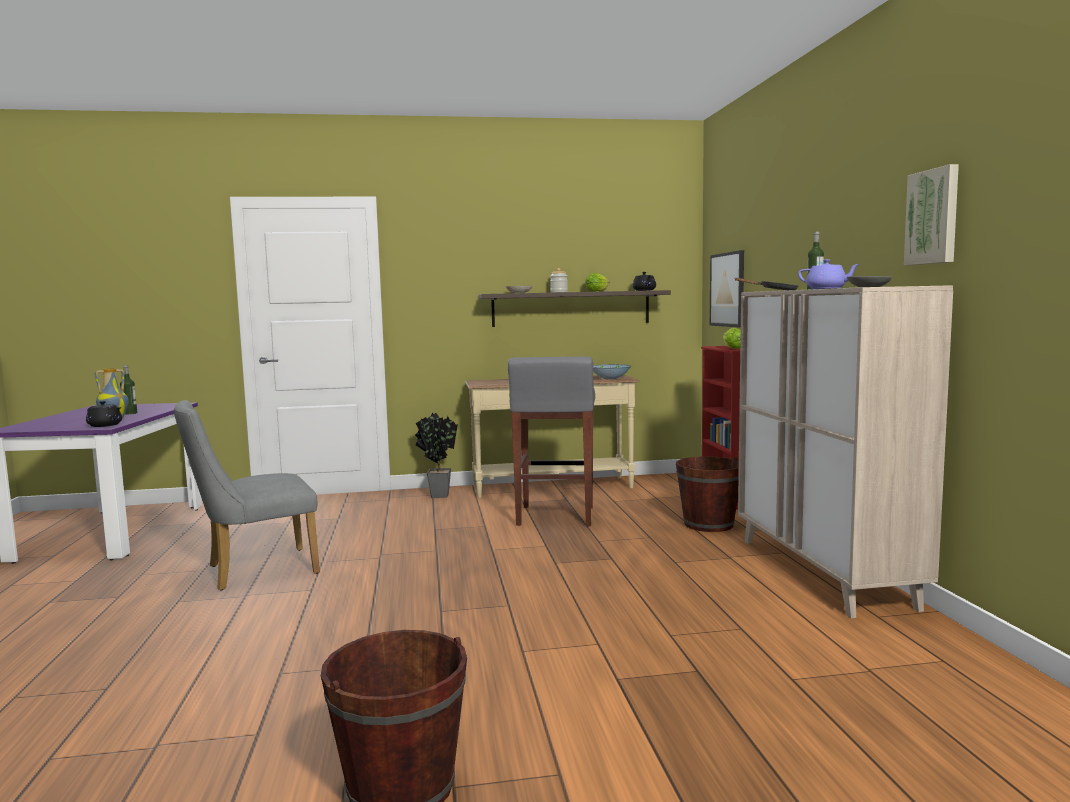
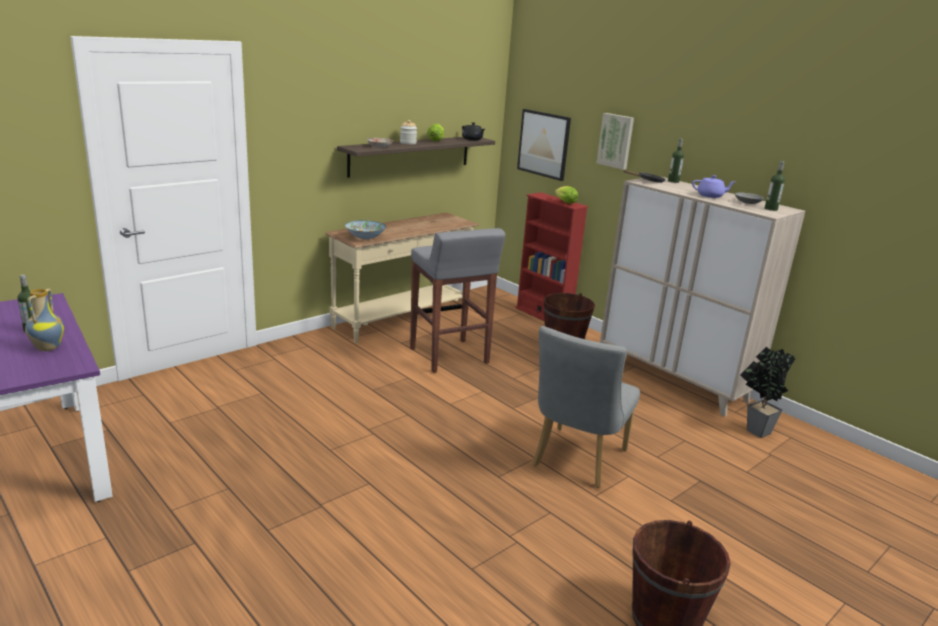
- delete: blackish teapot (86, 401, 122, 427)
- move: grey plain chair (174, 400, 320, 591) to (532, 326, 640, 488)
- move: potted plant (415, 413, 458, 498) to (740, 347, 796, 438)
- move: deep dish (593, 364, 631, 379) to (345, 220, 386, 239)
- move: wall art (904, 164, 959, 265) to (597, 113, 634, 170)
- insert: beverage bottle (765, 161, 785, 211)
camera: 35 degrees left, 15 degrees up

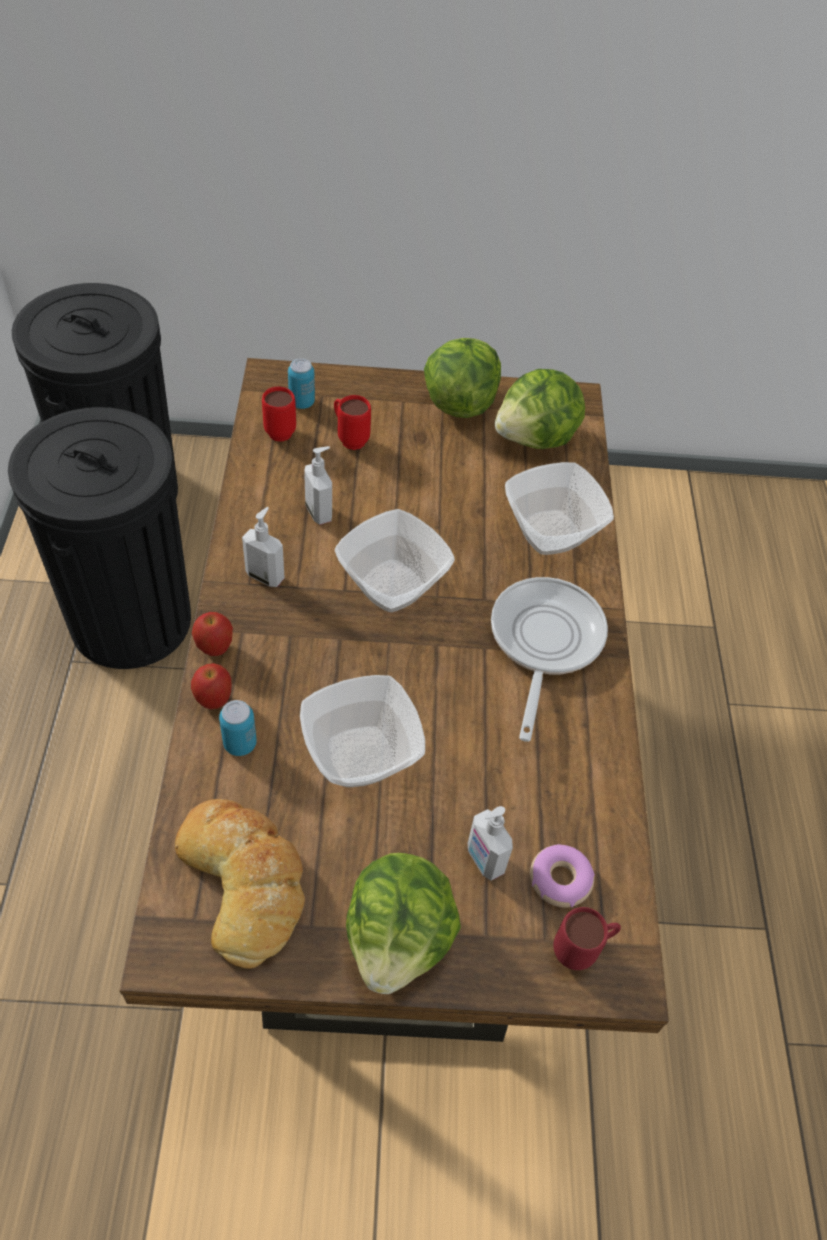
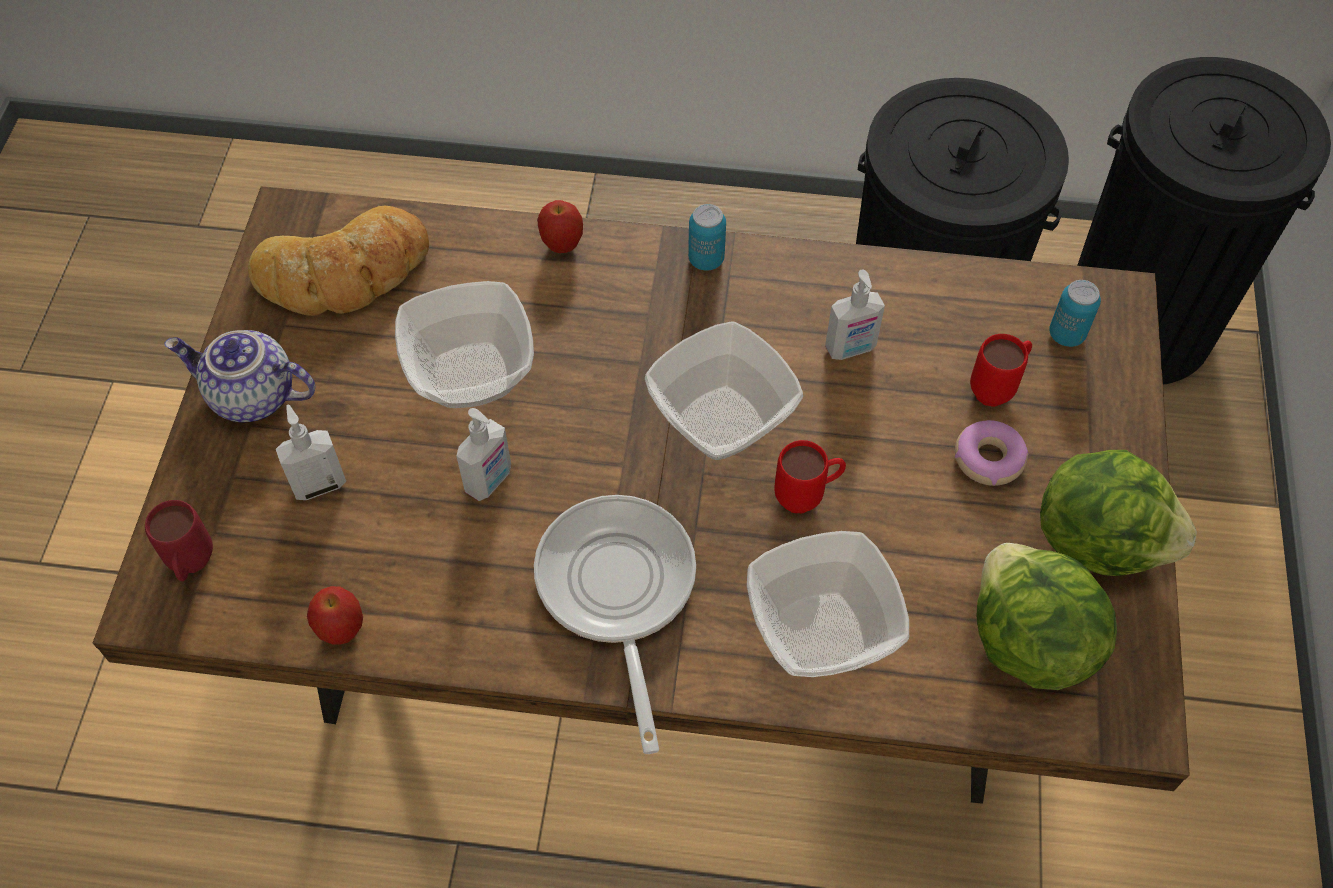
- move: whole apple (192, 612, 233, 656) to (307, 586, 363, 645)
- move: sealed can (219, 700, 257, 756) to (688, 204, 726, 271)
- move: liquid soap bottle (242, 507, 285, 587) to (456, 408, 511, 501)
- move: reddish coffee mug (262, 387, 296, 442) to (774, 440, 846, 513)
- replace: lettuce head (346, 853, 461, 994) to teapot (165, 330, 316, 422)
- rotate: pan (491, 577, 608, 742) = (534, 495, 696, 754) 120 degrees counterclockwise
- move: donut (530, 844, 595, 908) to (955, 420, 1029, 486)
camera: 100 degrees right, 5 degrees up

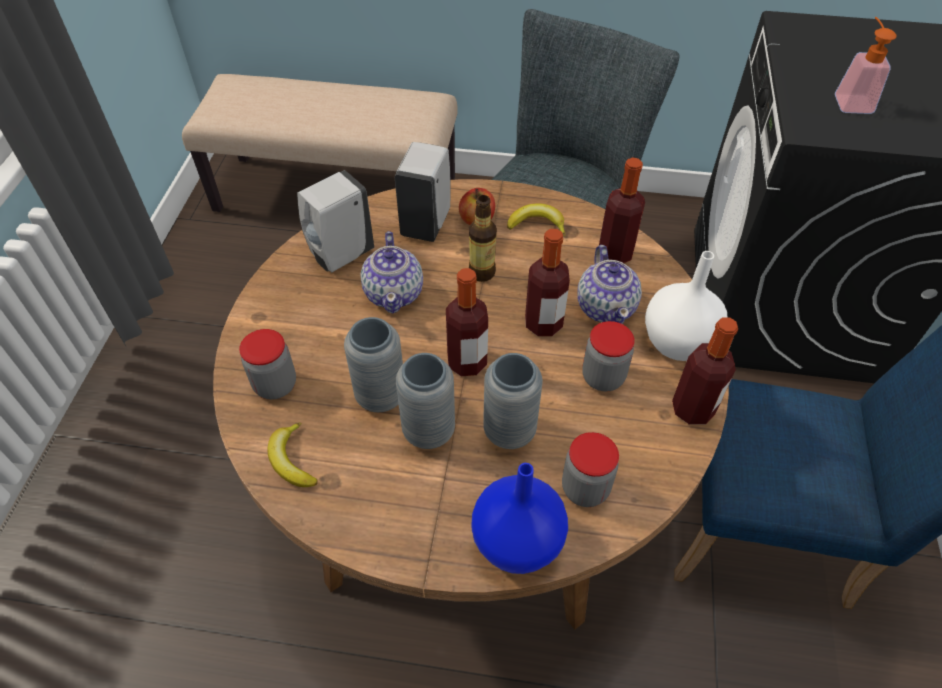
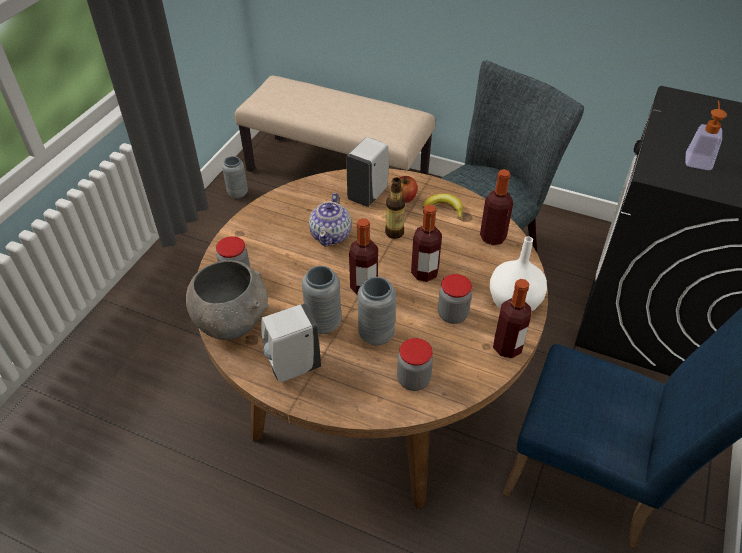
- replace: banana (268, 422, 318, 487) to grey deep dish (186, 260, 269, 340)
- move: whitish liquid soap bottle (297, 170, 374, 272) to (261, 303, 321, 383)
- move: grey decorative vase (344, 317, 403, 412) to (222, 156, 248, 199)
- delete: bluish decorative vase (471, 463, 568, 574)
- delete: teapot (578, 245, 642, 324)
camera: 15 degrees right, 5 degrees down

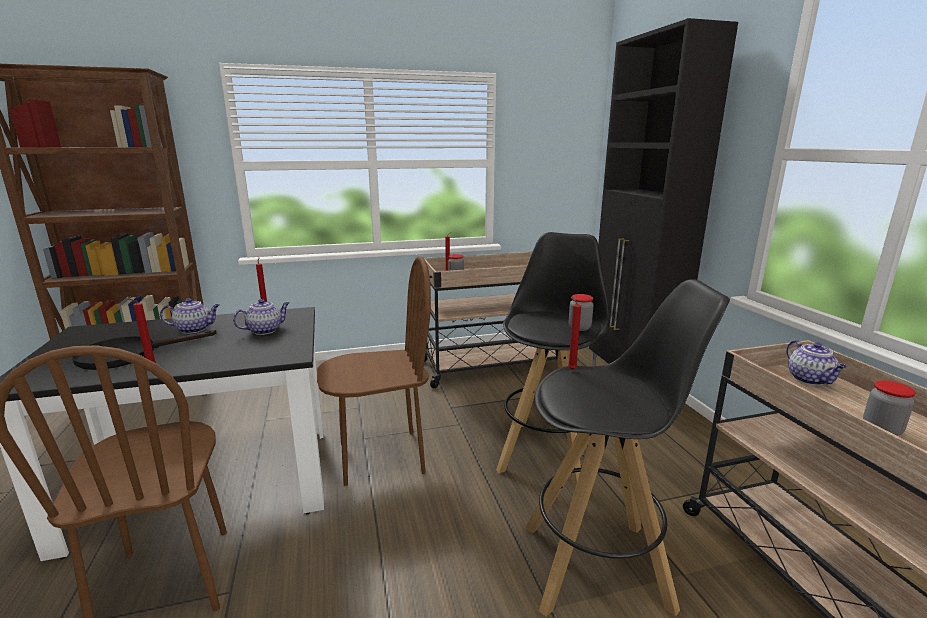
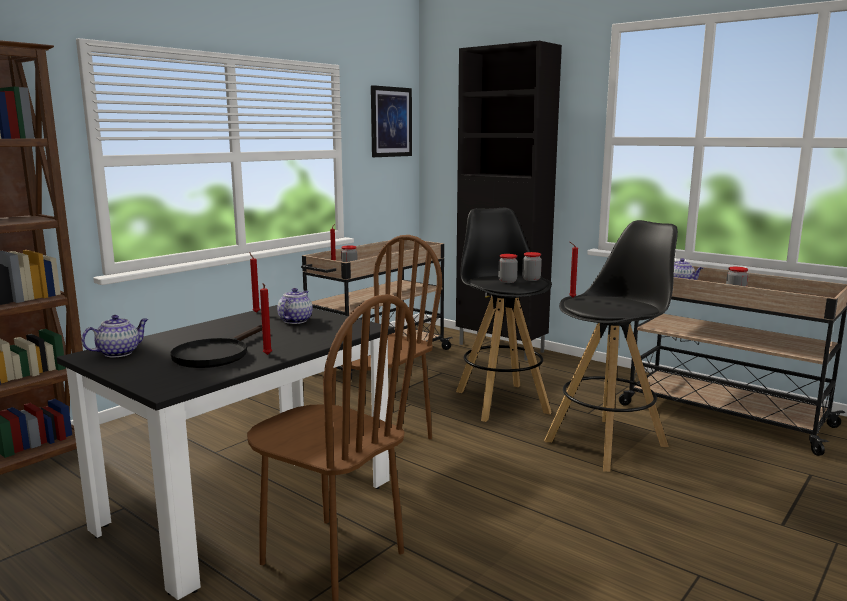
- move: teapot (160, 298, 220, 334) to (81, 315, 148, 358)
- insert: wall art (371, 85, 412, 157)
- insert: storage jar (498, 254, 518, 283)
camera: 35 degrees left, 5 degrees down

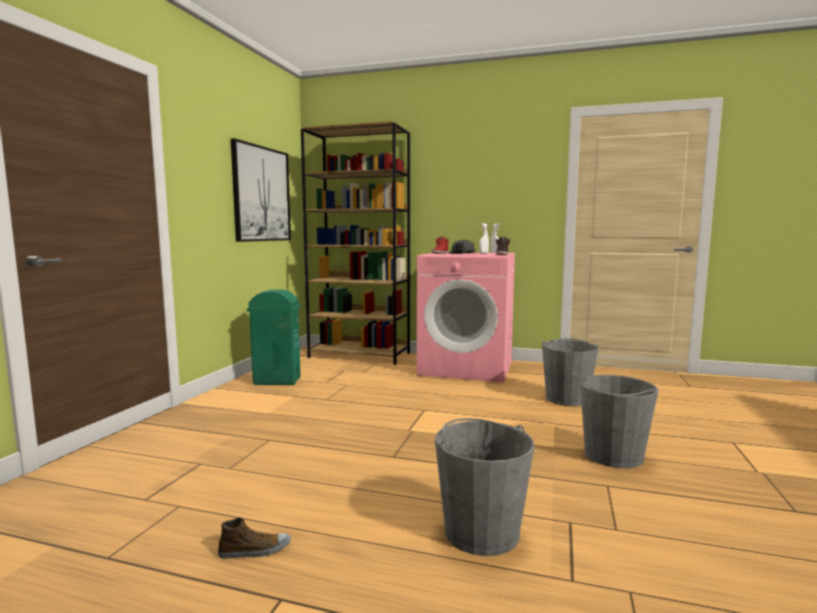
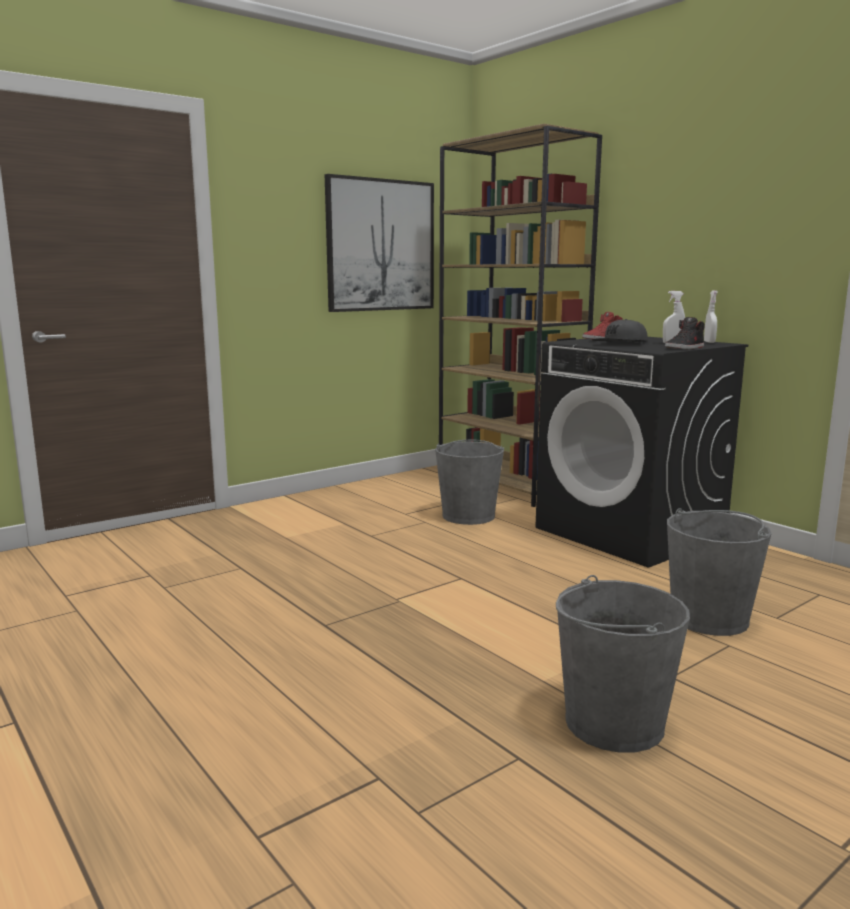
- delete: low shoe (218, 517, 291, 559)
- delete: green trash can (247, 289, 301, 385)
- recolor: pink-coloured laundry appliance (417, 252, 515, 383) to blackish laundry appliance (535, 337, 749, 568)
- move: grey bucket (435, 418, 534, 556) to (435, 439, 504, 525)
camera: 35 degrees right, 5 degrees up

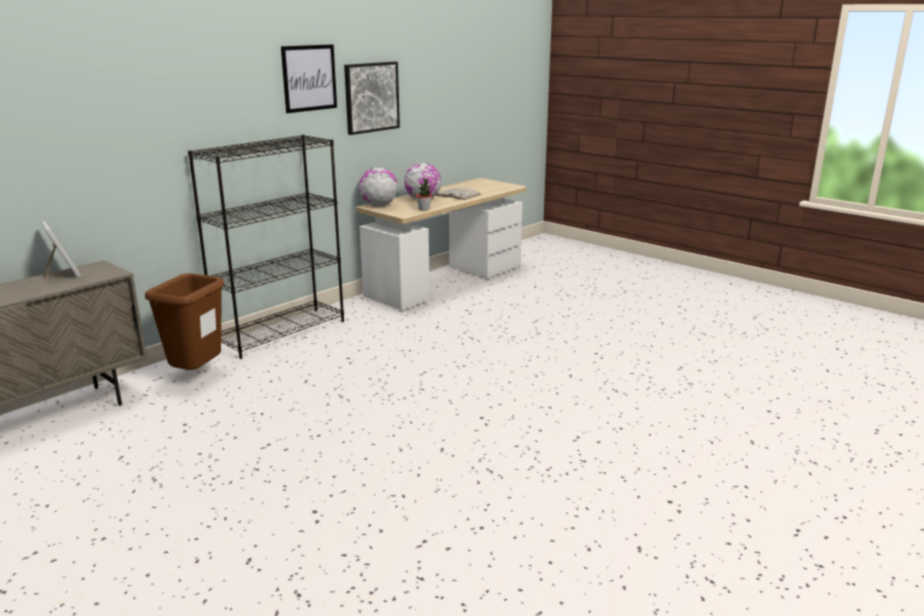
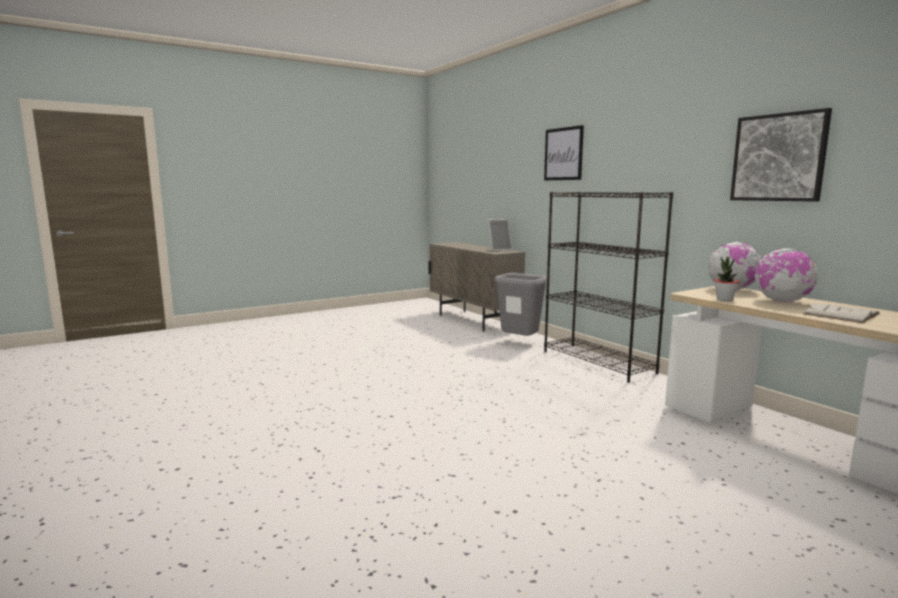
- recolor: brownish trash can (145, 273, 224, 370) to grey trash can (495, 273, 547, 336)
- move: wall art (281, 44, 337, 113) to (544, 125, 584, 180)
camera: 105 degrees right, 10 degrees down

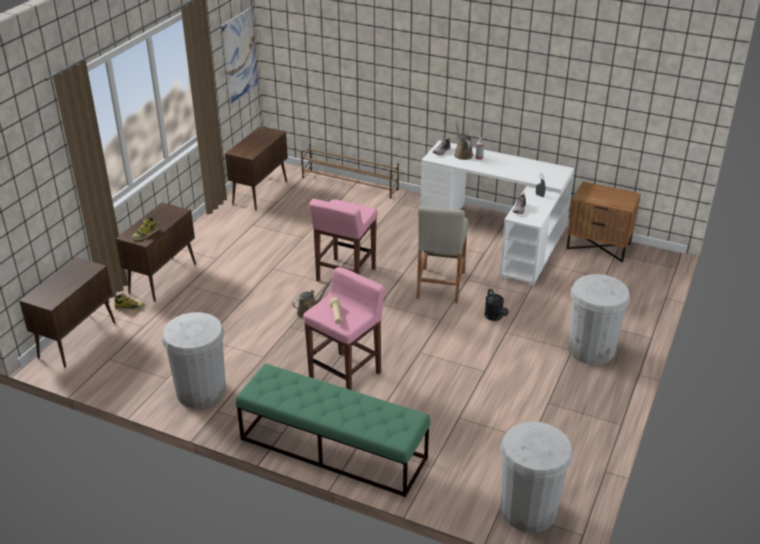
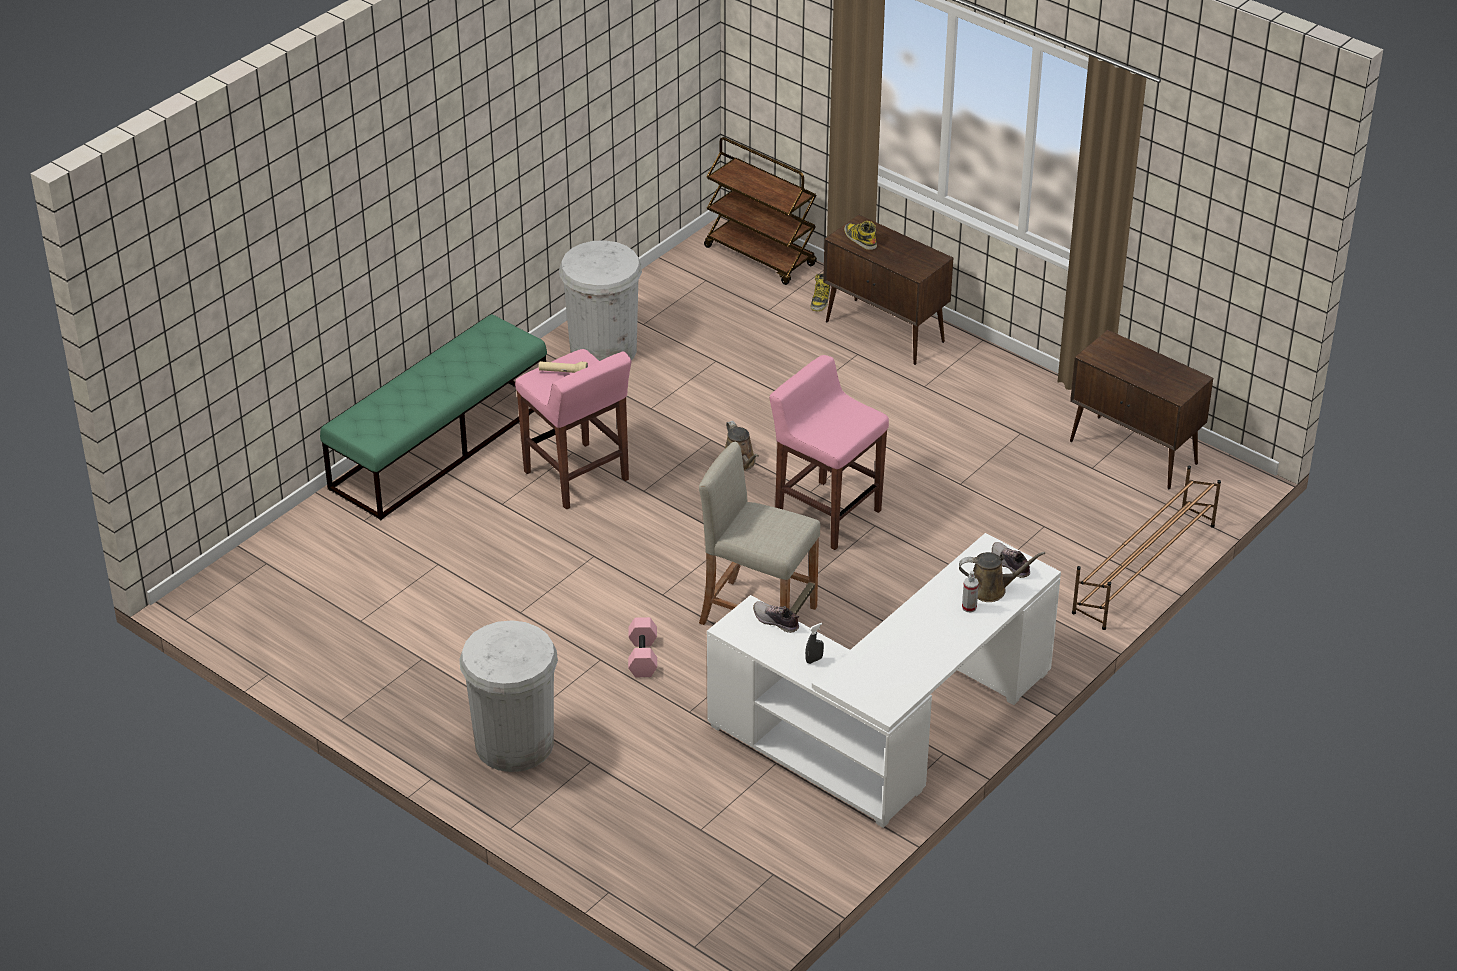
- replace: brownish storage cabinet (19, 257, 116, 368) to brownish wheeled cart (704, 137, 817, 285)
- delete: wall art (221, 7, 258, 104)
- replace: blackish sprinkling can (485, 289, 509, 321) to pink-coloured free weight (628, 617, 657, 677)
- delete: whitish trash can (500, 422, 573, 532)
- delete: brownish bedside table (566, 181, 641, 262)
camera: 105 degrees right, 5 degrees up

